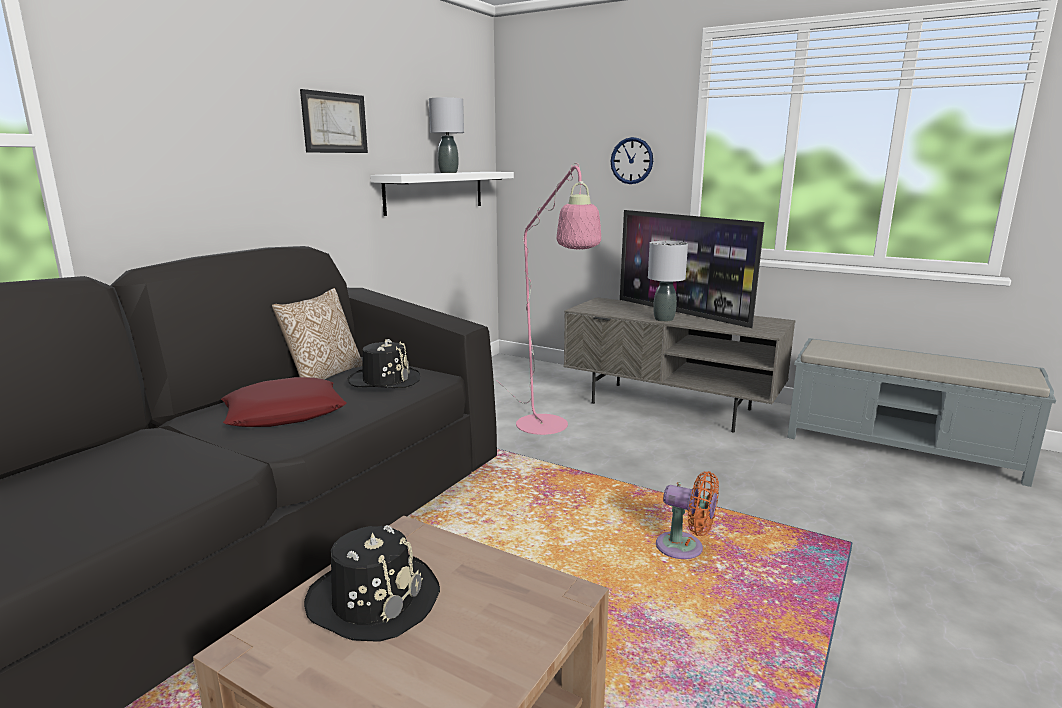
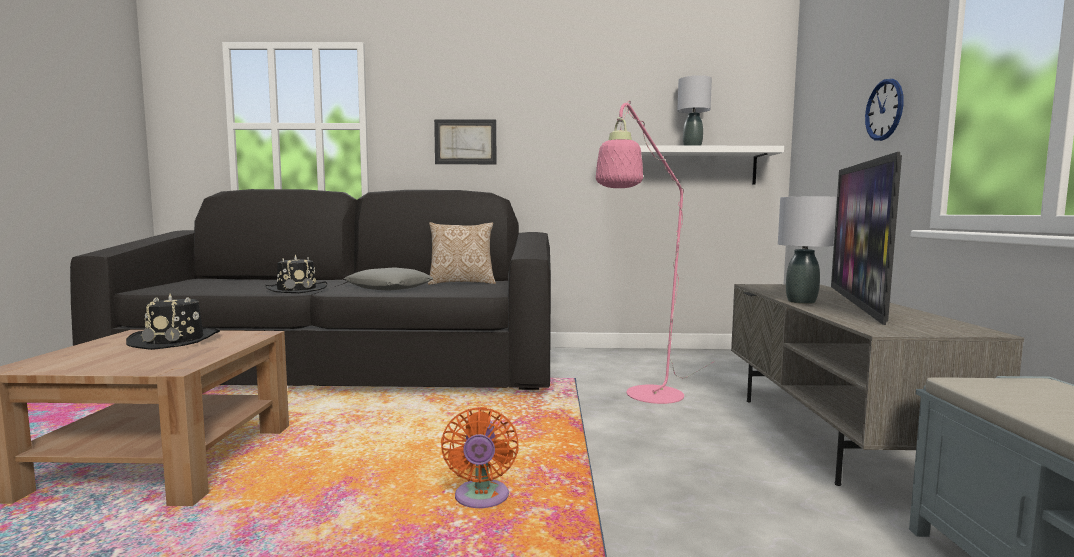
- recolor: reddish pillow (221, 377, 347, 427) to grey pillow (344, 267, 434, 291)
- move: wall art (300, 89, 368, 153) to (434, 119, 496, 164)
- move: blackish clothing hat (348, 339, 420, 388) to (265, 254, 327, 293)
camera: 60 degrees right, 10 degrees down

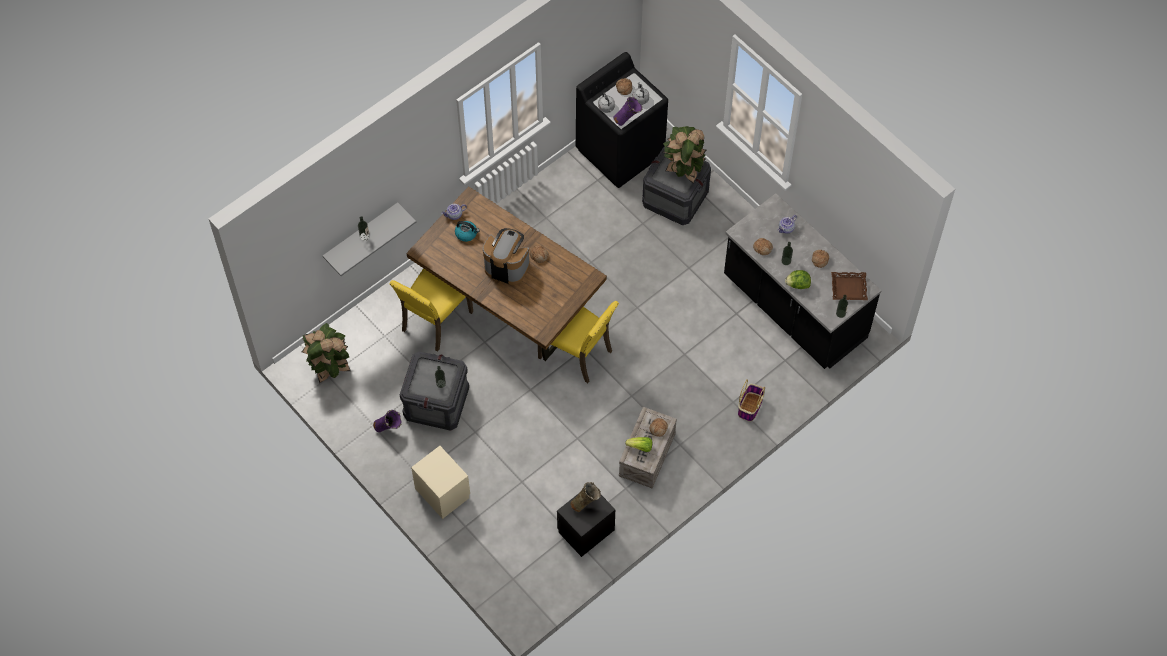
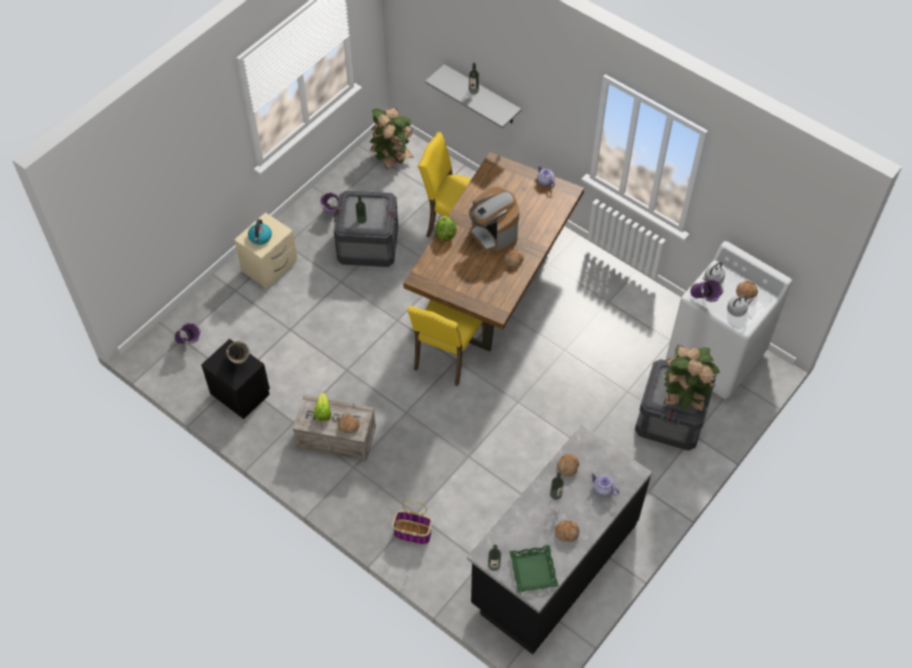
- move: water kettle (455, 221, 480, 242) to (248, 219, 272, 245)
- rotate: coffee maker (483, 228, 530, 285) = (469, 186, 520, 254) 135 degrees clockwise
- recolor: blackish laundry appliance (576, 52, 668, 188) to whitish laundry appliance (666, 241, 792, 399)
- move: lettuce head (785, 270, 811, 289) to (436, 216, 457, 241)
- recolor: brownish tray (831, 272, 868, 300) to green tray (509, 545, 559, 593)
- insert: purplish decorative vase (175, 322, 201, 344)
camera: 80 degrees right, 5 degrees down

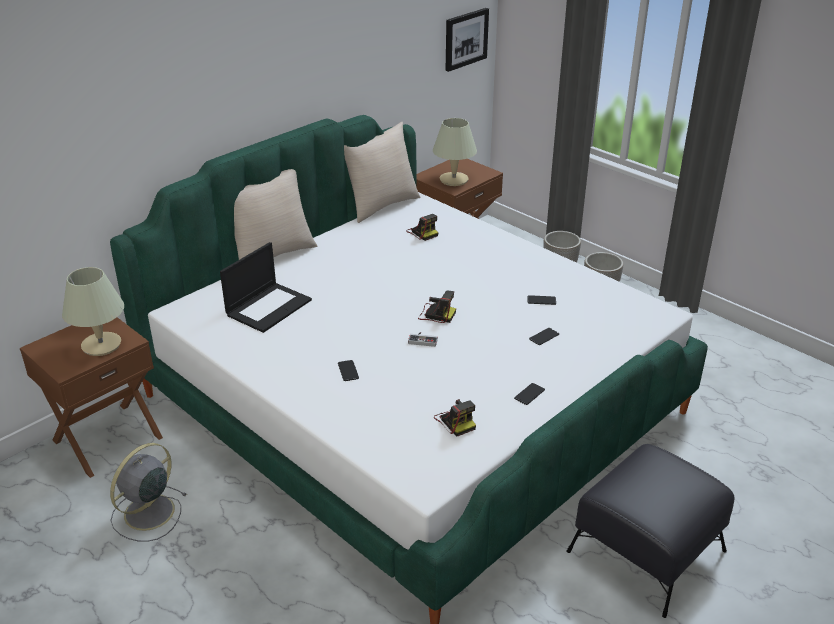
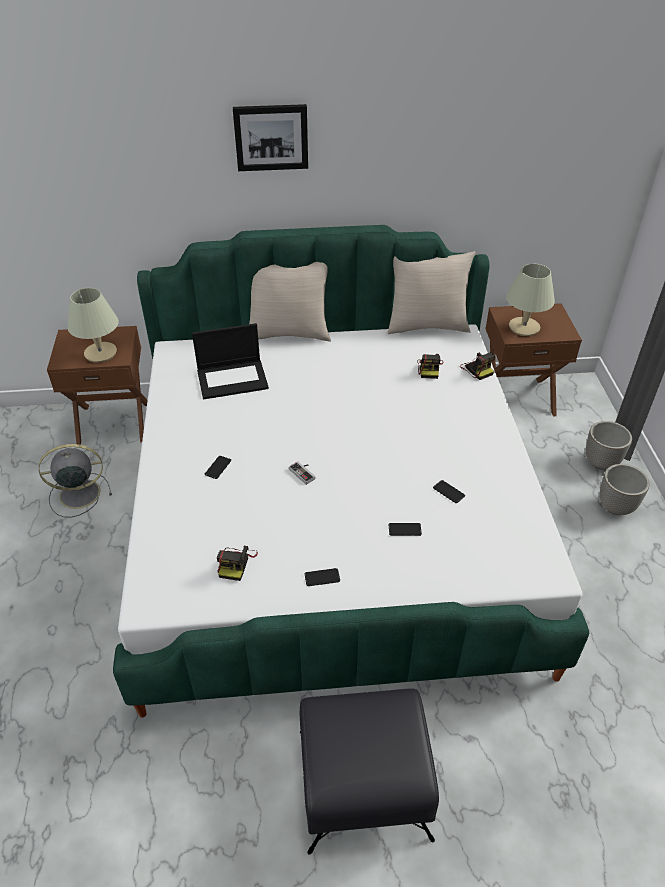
- move: still camera (418, 290, 456, 323) to (460, 352, 495, 380)
- move: wall art (446, 8, 489, 72) to (233, 104, 308, 171)
camera: 40 degrees right, 10 degrees up

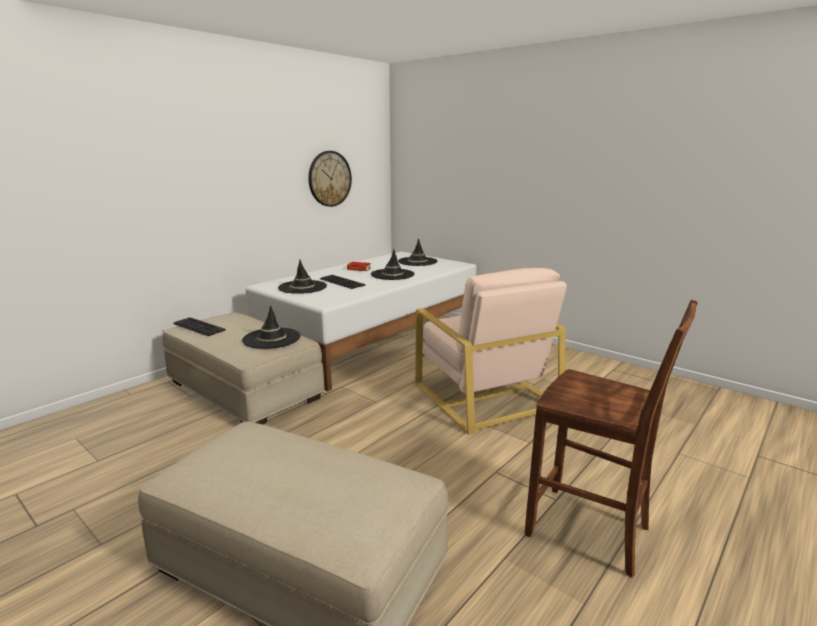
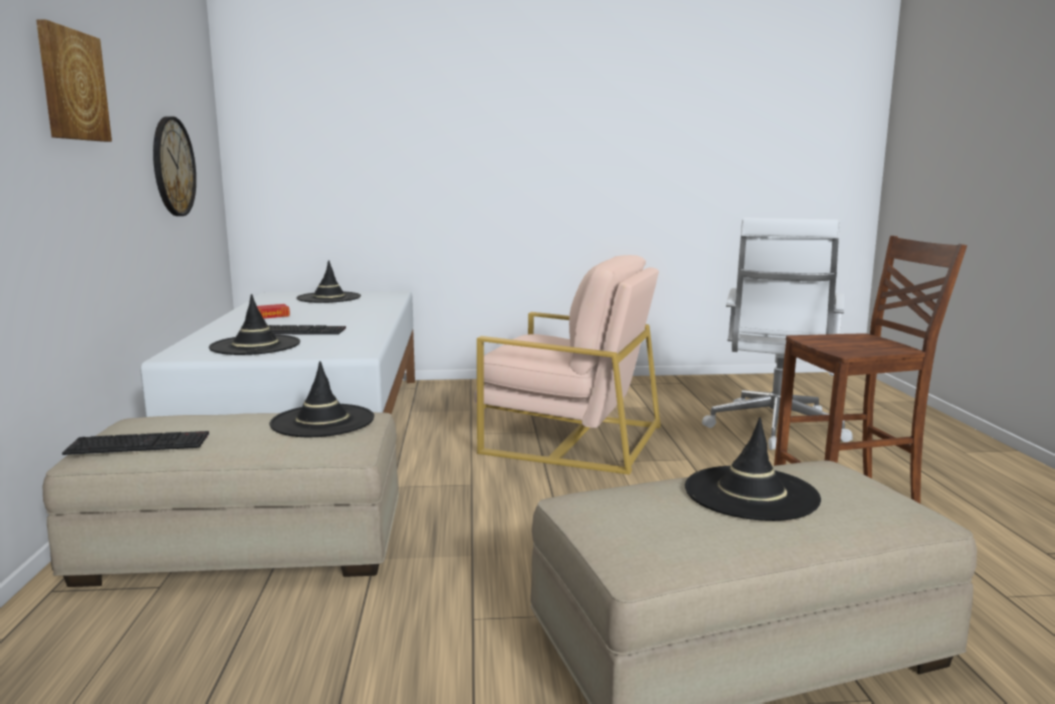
- move: blackish clothing hat (371, 249, 415, 280) to (685, 417, 821, 521)
- insert: wall art (36, 19, 112, 142)
- insert: whitish office chair (702, 218, 853, 450)
camera: 45 degrees left, 5 degrees down

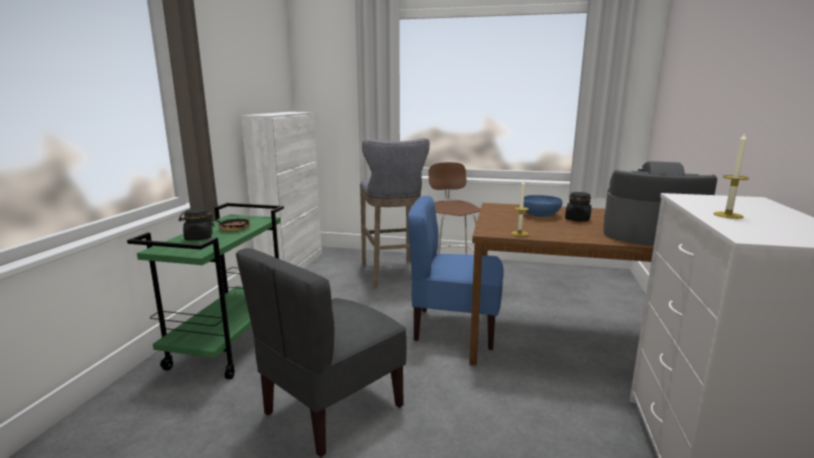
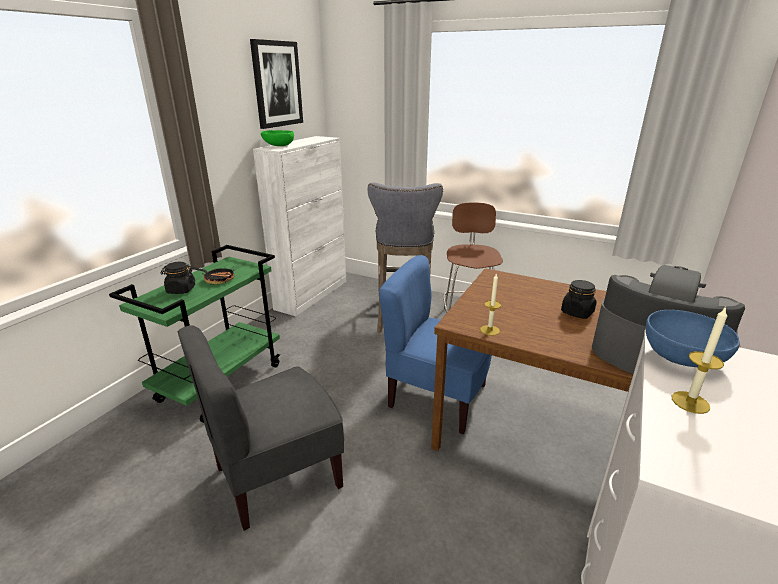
- move: bluish deep dish (523, 195, 563, 217) to (646, 310, 740, 367)
- insert: wall art (250, 39, 303, 129)
- insert: green deep dish (261, 130, 294, 146)
camera: 15 degrees right, 10 degrees up

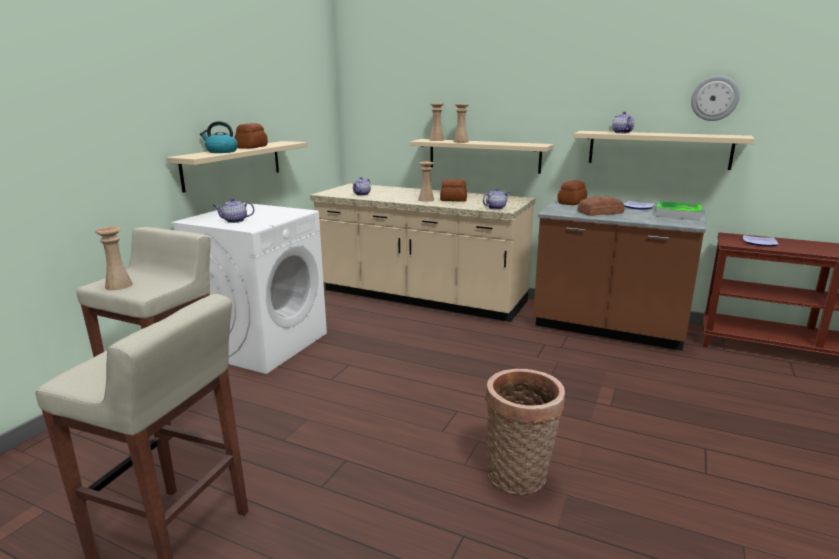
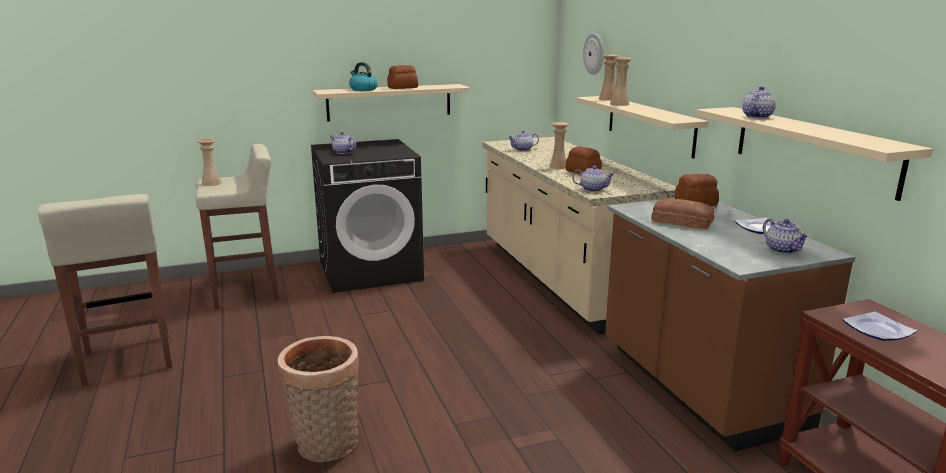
- recolor: whitish laundry appliance (171, 203, 327, 374) to blackish laundry appliance (311, 139, 424, 293)
- replace: tray (656, 201, 702, 220) to teapot (763, 219, 809, 254)
- move: hanging clock (691, 76, 740, 121) to (583, 33, 604, 75)
camera: 45 degrees right, 0 degrees up

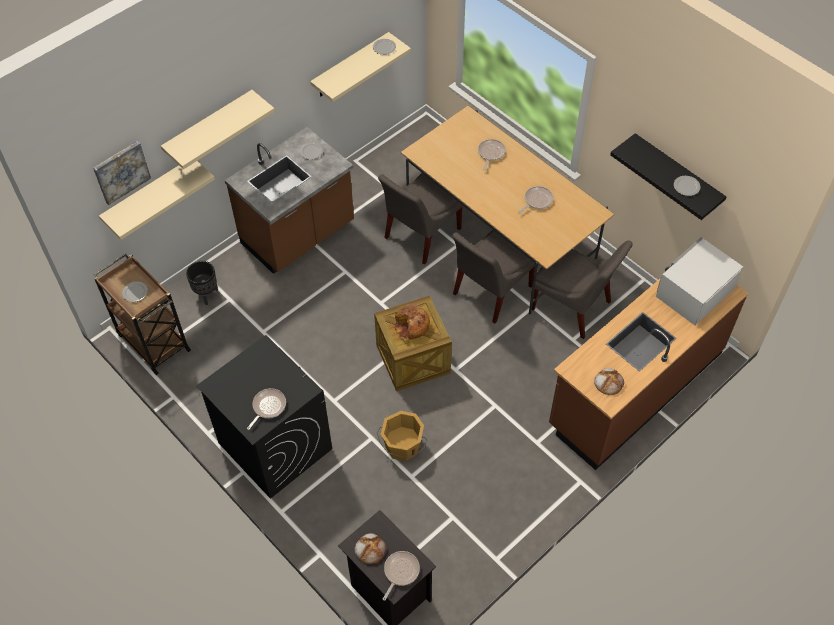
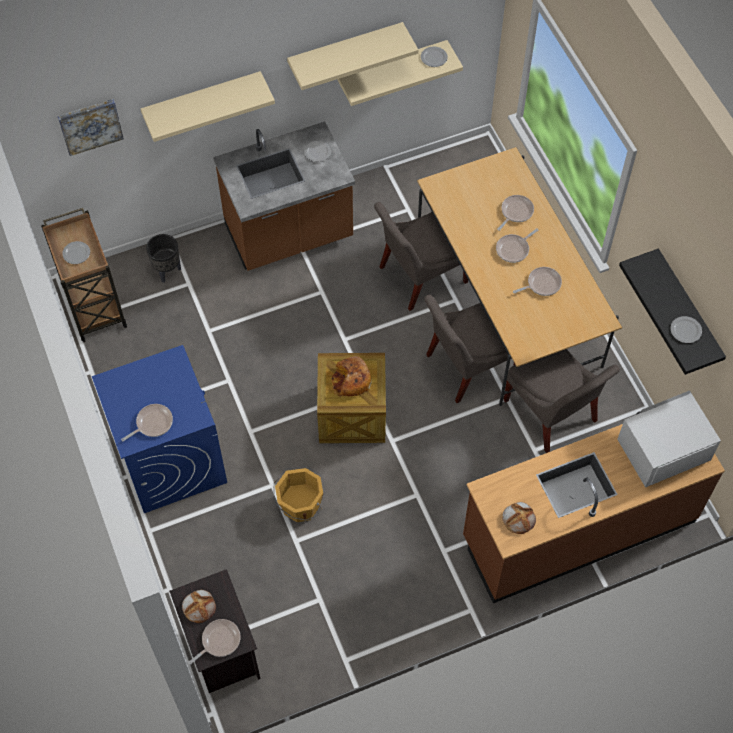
- move: beige bracket shelf (99, 161, 215, 240) to (287, 22, 419, 90)
- recolor: blackish laundry appliance (196, 335, 332, 499) to bluish laundry appliance (92, 345, 227, 513)
- insert: pan (496, 228, 538, 263)
camera: 20 degrees right, 5 degrees up

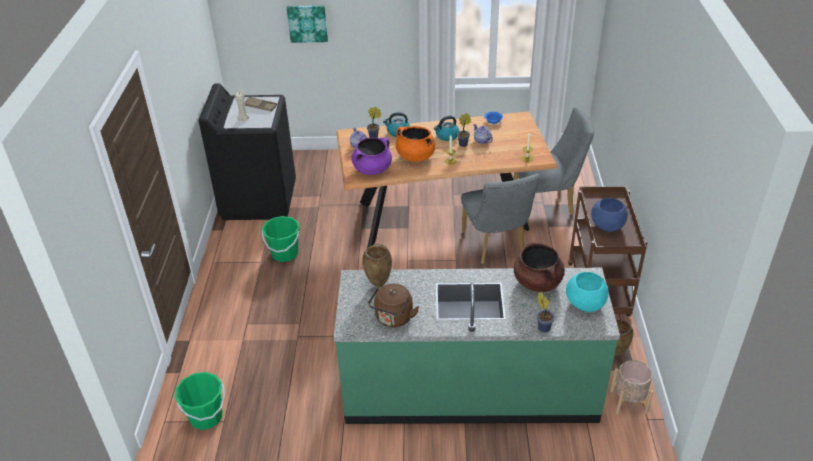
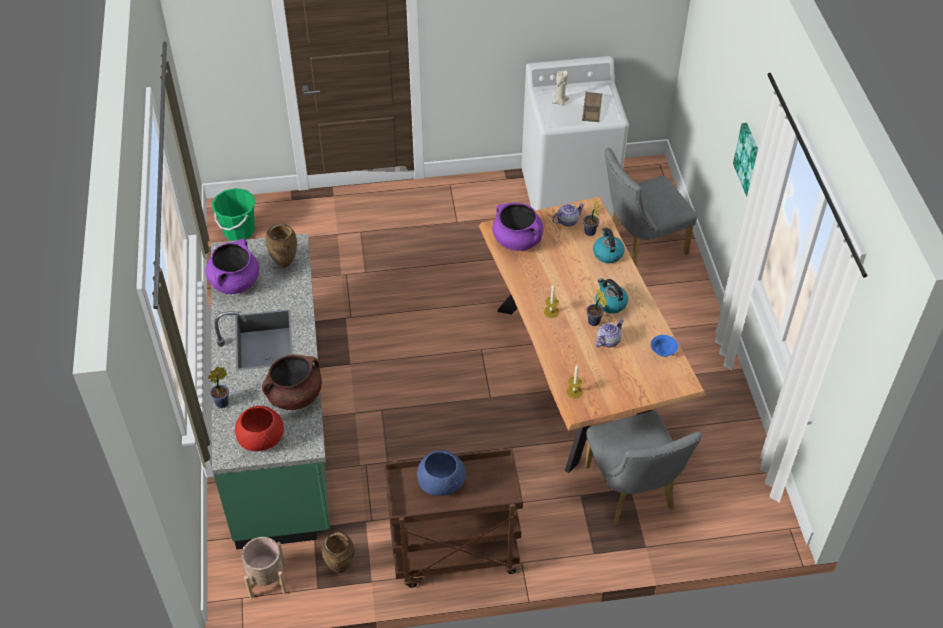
- recolor: blackish laundry appliance (199, 84, 296, 220) to whitish laundry appliance (521, 56, 629, 218)
- delete: green bucket (262, 216, 300, 262)
- move: wall art (287, 5, 328, 43) to (733, 123, 758, 197)
- replace: brownish water kettle (368, 284, 419, 327) to purplish stockpot (205, 239, 259, 294)
- delete: orangey stockpot (396, 126, 436, 162)
- move: grey plain chair (461, 174, 540, 264) to (605, 148, 697, 265)
- recolor: turquoise deep dish (566, 272, 609, 312) to reddish deep dish (235, 406, 284, 451)
camera: 80 degrees right, 10 degrees up

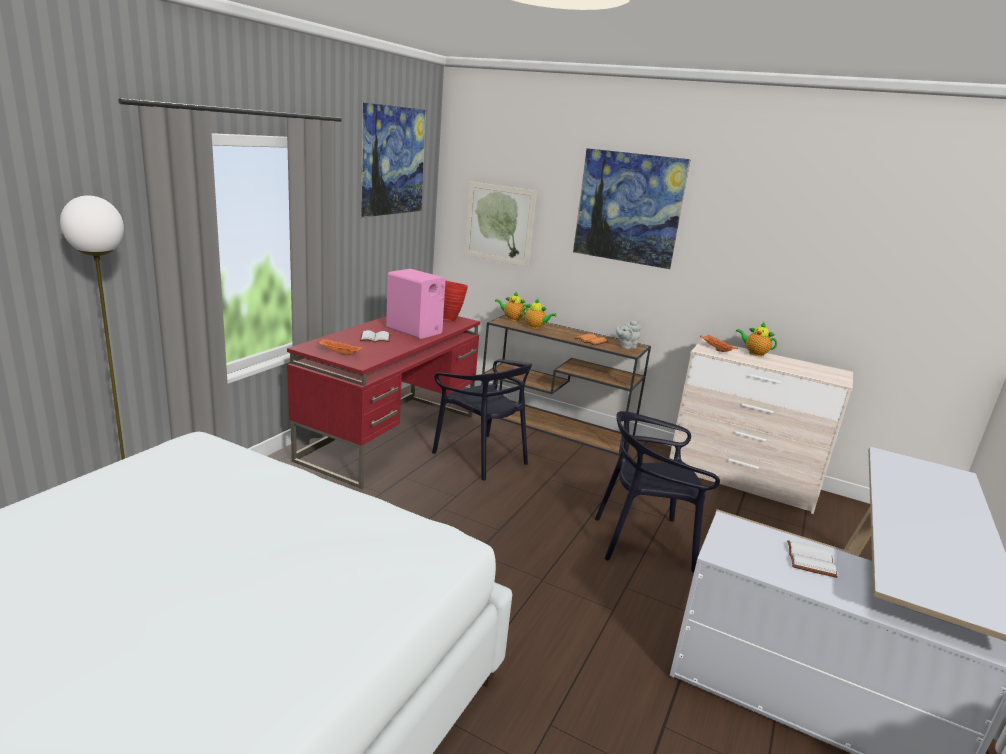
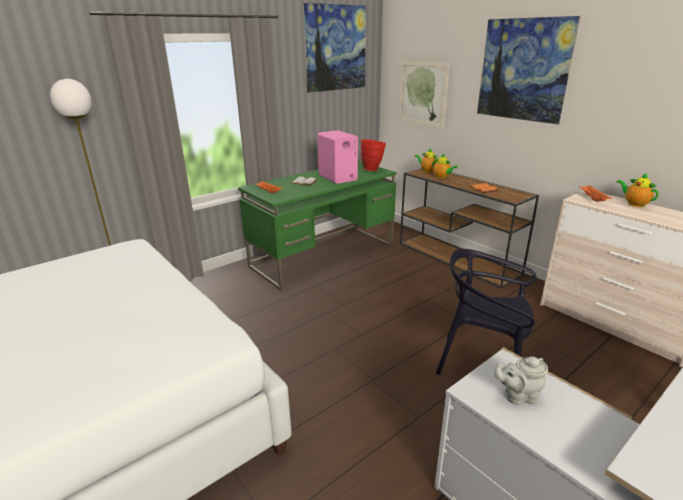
- recolor: reddish desk table (287, 316, 480, 489) to green desk table (238, 161, 397, 291)
- delete: blackish plain chair (432, 359, 532, 481)
- move: grey teapot (616, 321, 641, 349) to (494, 356, 548, 405)
- delete: whitish book (787, 540, 838, 578)
camera: 25 degrees right, 5 degrees up

